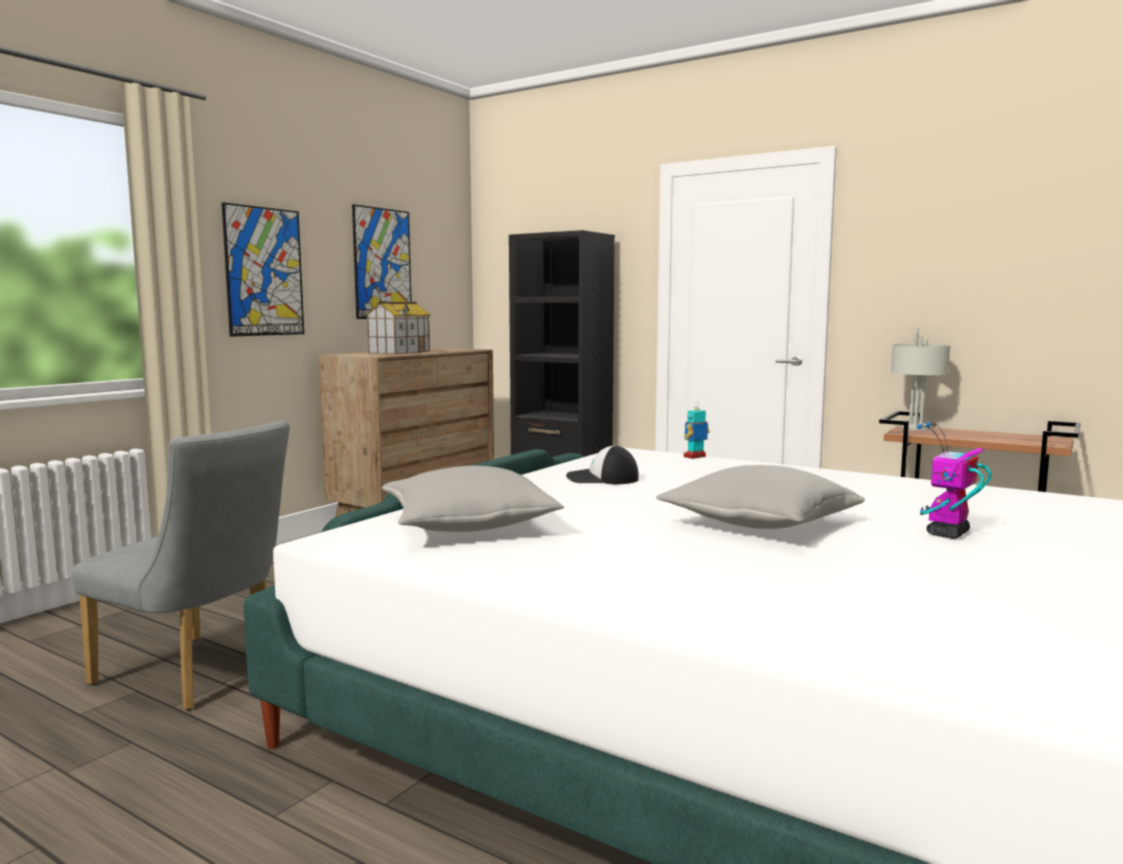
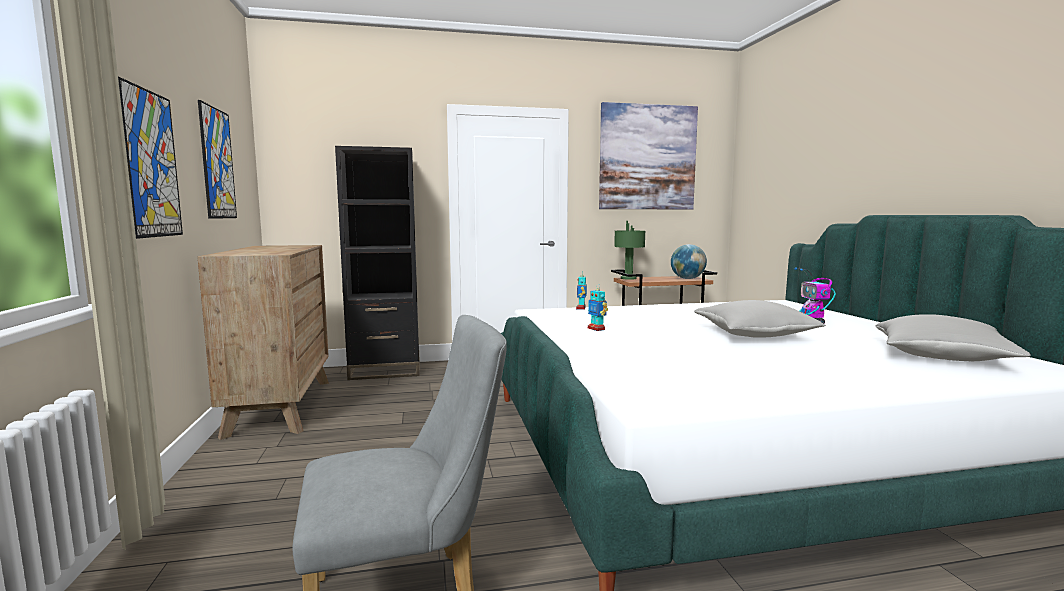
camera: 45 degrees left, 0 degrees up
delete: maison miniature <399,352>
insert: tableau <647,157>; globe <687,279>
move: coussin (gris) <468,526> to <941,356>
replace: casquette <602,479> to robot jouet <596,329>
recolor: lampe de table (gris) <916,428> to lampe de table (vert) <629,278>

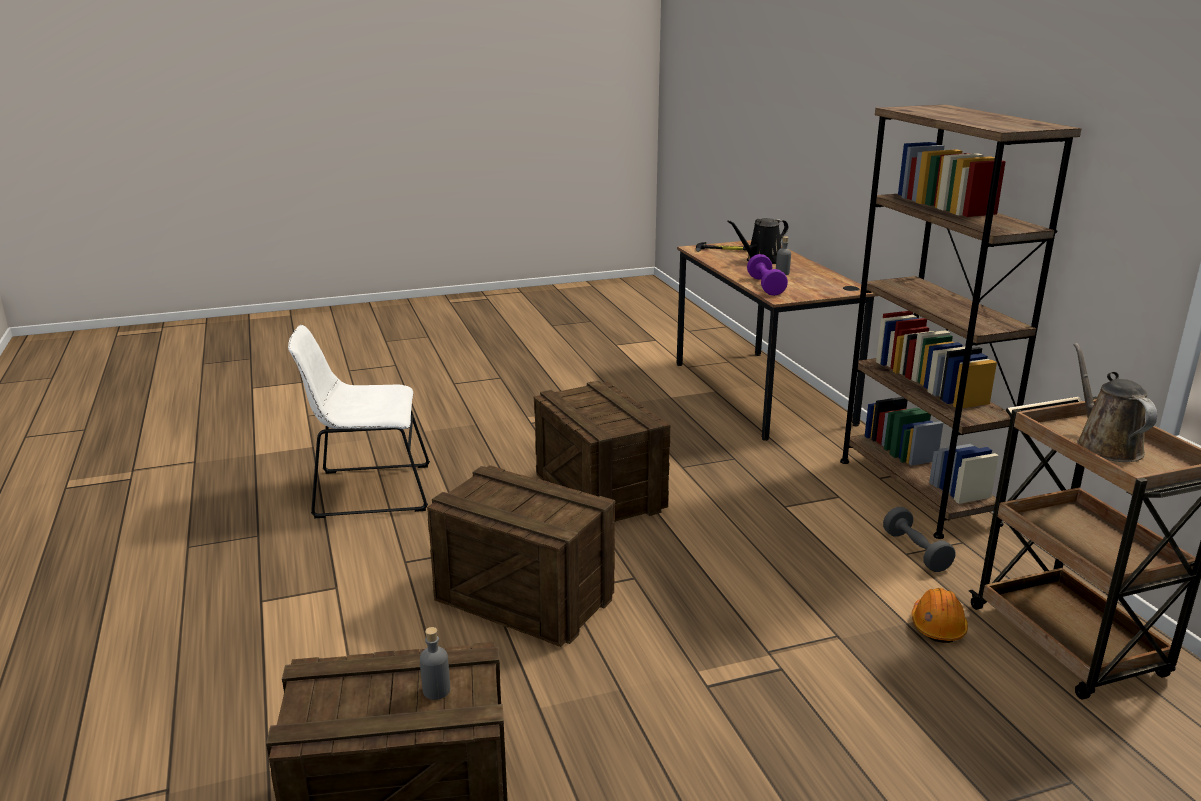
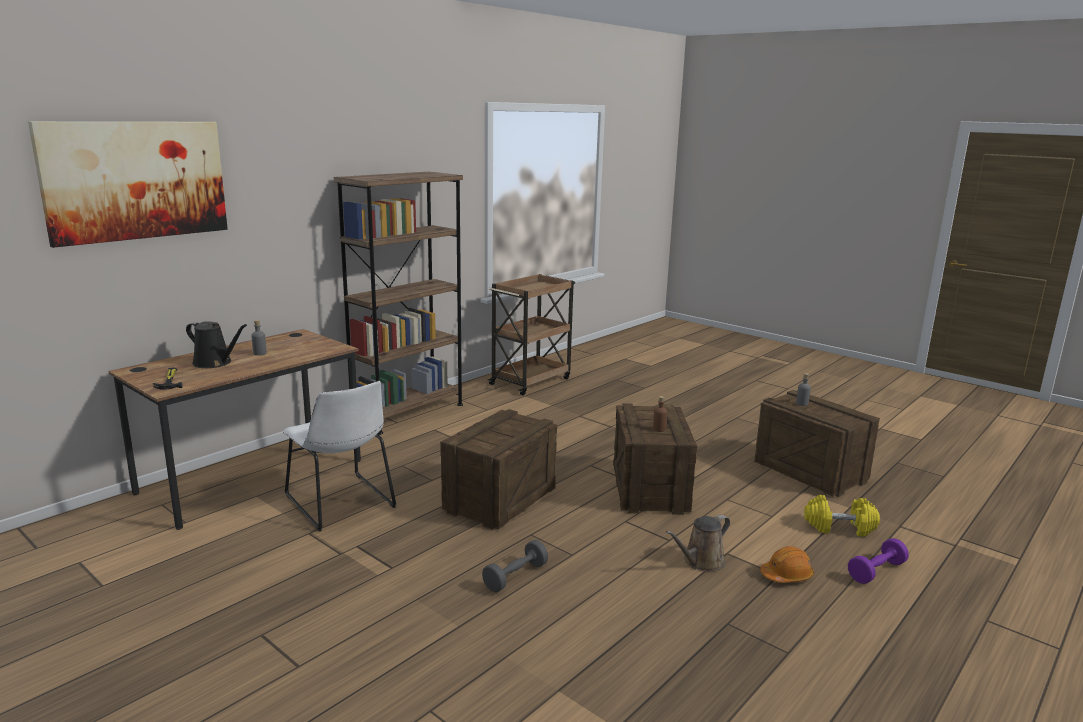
camera: 120 degrees left, 5 degrees down
insert: tableau <136,180>; bouteille (marron) <659,429>; haltère (jaune) <839,527>
move: chaise (blanc) <367,491> to <342,503>; haltère (gris) <916,551> to <515,576>; arrosoir (marron) <1105,445> to <701,562>; casque de chantier (orange) <937,626> to <786,575>; haltère (violet) <765,286> to <876,571>

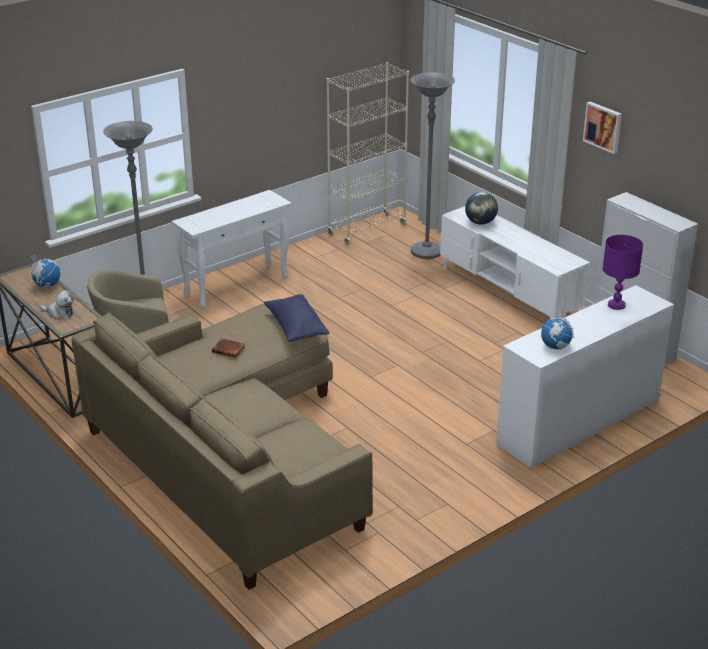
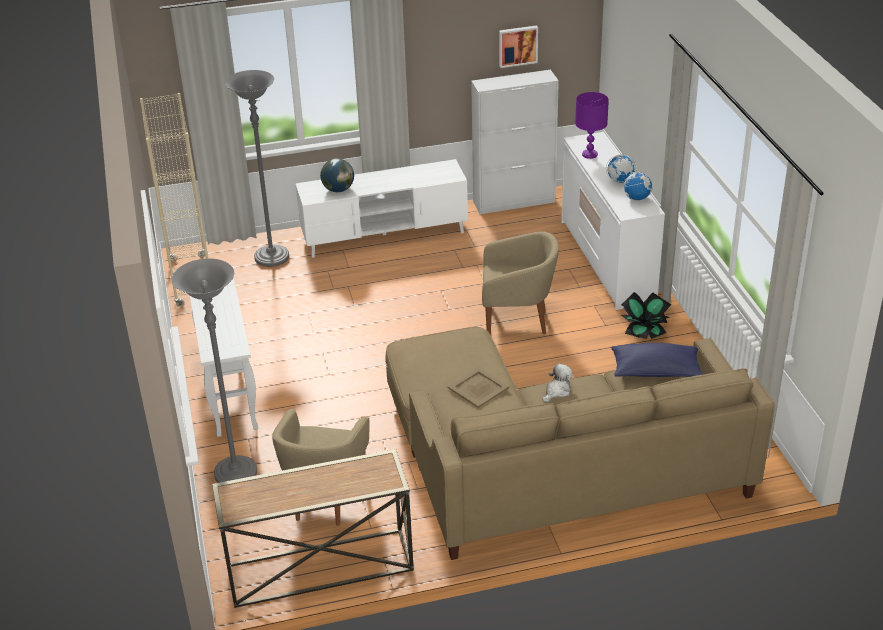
camera: 65 degrees left, 5 degrees up
insert: fauteuil (beige) <517,322>; plante en pot <644,333>
move: tableau <603,127> to <517,45>; peluche <59,313> to <557,391>; globe <47,285> to <620,181>; coussin (bleu) <296,327> to <655,371>
replace: livre (marron) <229,350> to plateau (beige) <478,387>

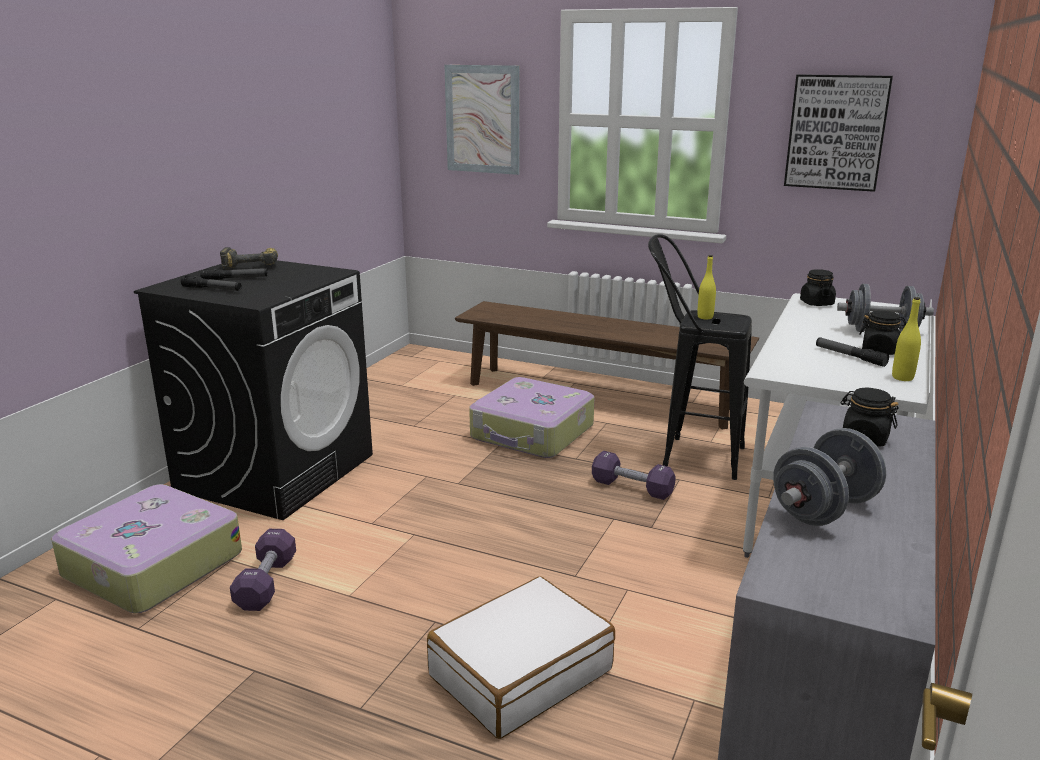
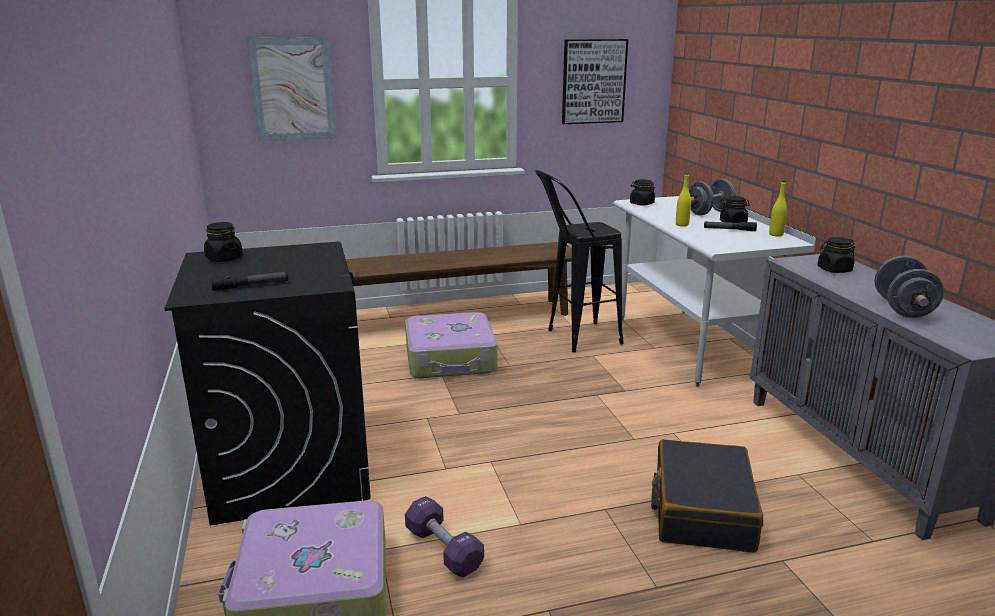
camera: 40 degrees left, 0 degrees up
delete: lampe de poche <235,279>; haltère (violet) <632,488>
move: bouteille (jaune) <705,317> to <682,225>
replace: perceuse <252,265> to bocal (noir) <224,258>
recolor: valise (blanc) <520,672> to valise (noir) <701,510>

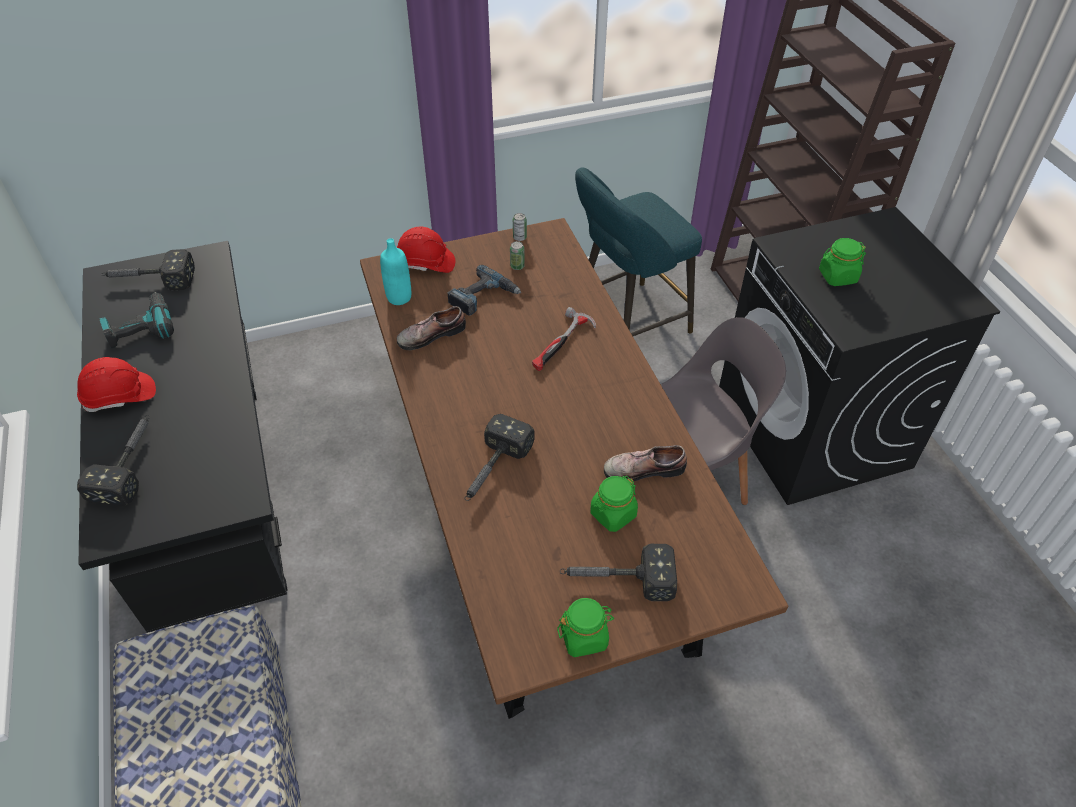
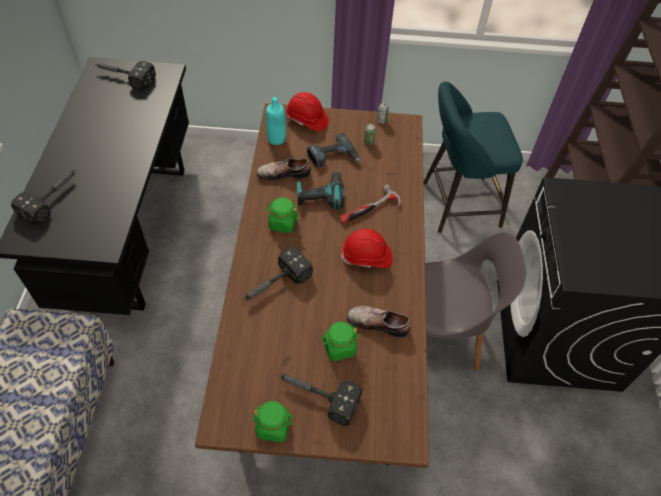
camera: 20 degrees right, 5 degrees up
move: bocal (vert) <837,276> to <282,223>; perceuse <141,328> to <320,194>; casque de chantier (rouge) <120,396> to <366,257>

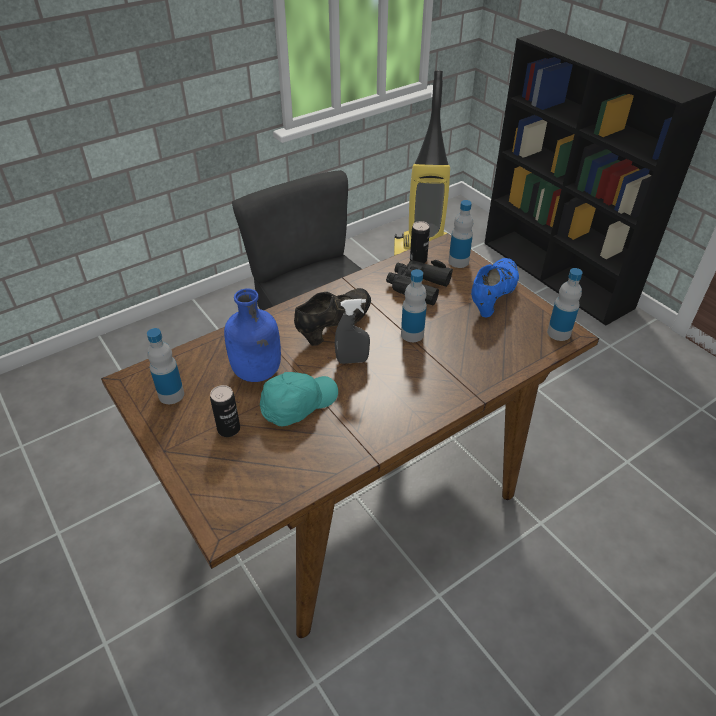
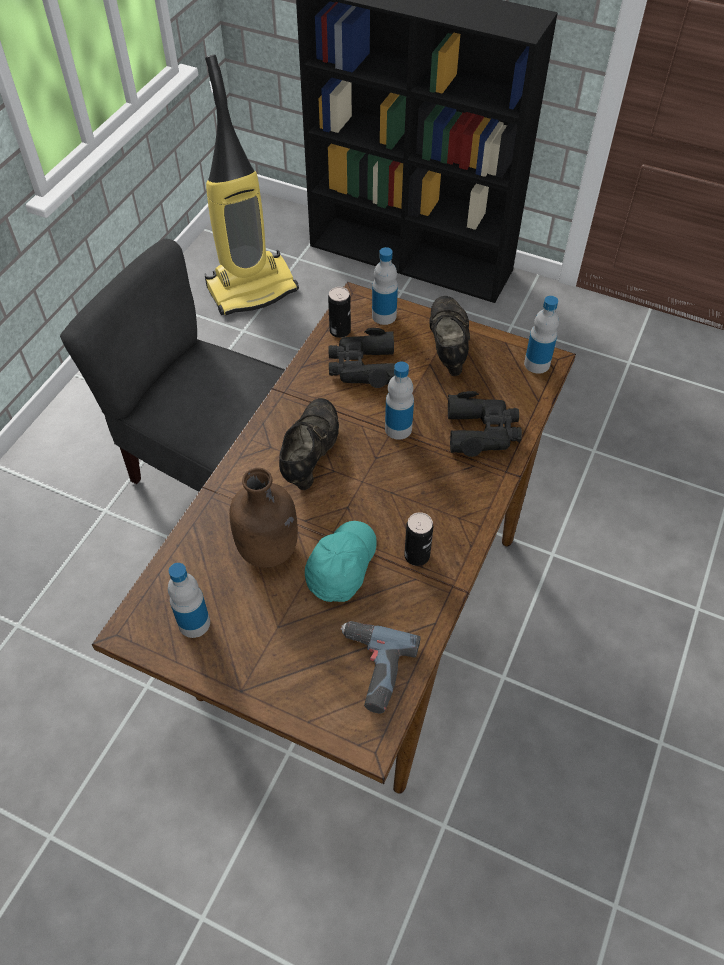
camera: 30 degrees left, 10 degrees up
delete: vaporisateur (gris) <352,360>
insert: perceuse <371,669>; jumelles (noir) <482,431>
move: boîte métallique <229,429> to <417,555>
recolor: bouteille (bleu) <257,372> to bouteille (marron) <269,550>; chaussure (bleu) <492,297> to chaussure (noir) <447,347>

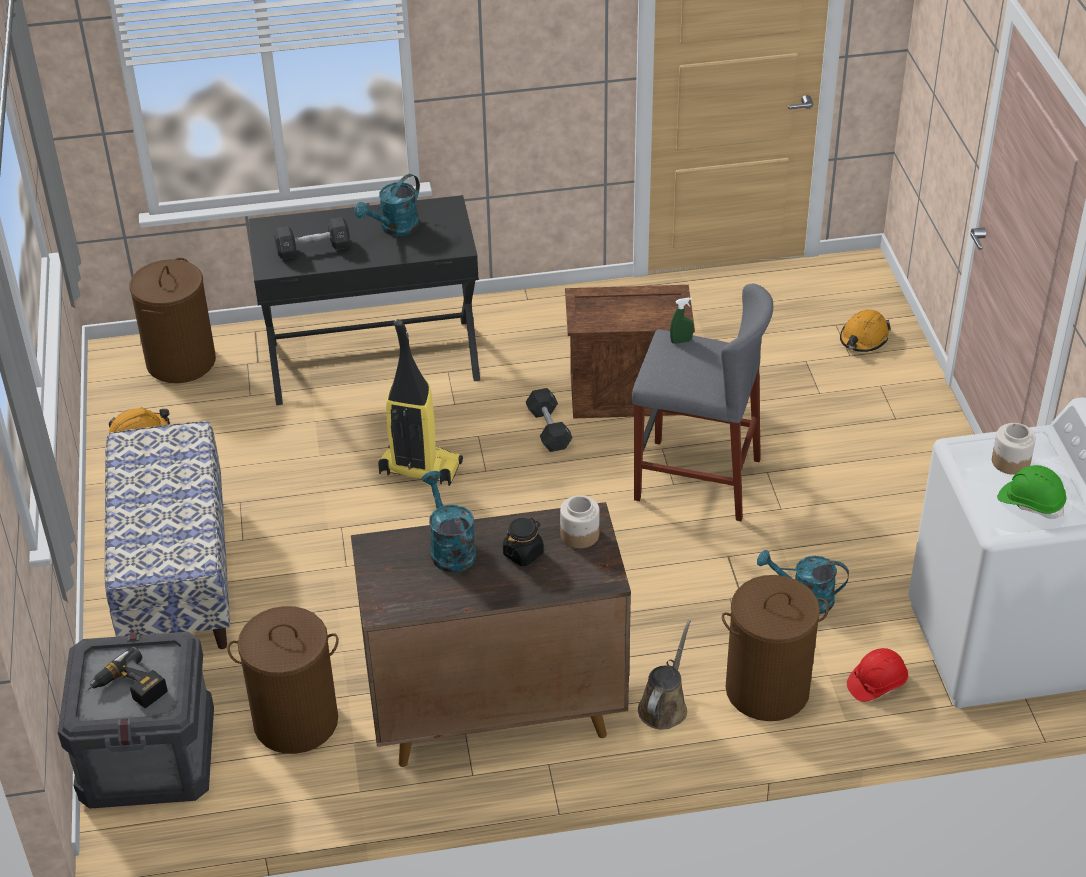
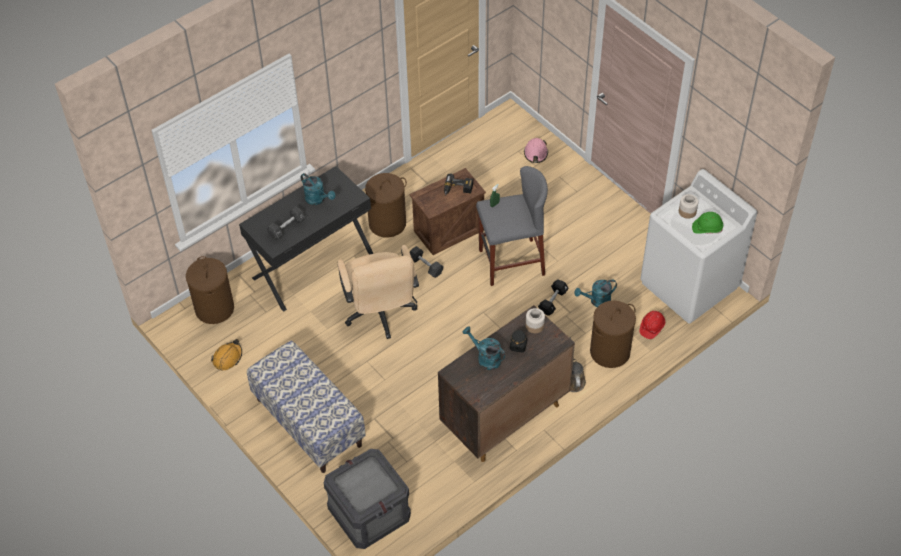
camera: 30 degrees left, 10 degrees up
insert: haltère (noir) <553,301>
move: panier à linge (marron) <295,721> to <387,223>; perceuse <129,689> to <457,189>
replace: aspirateur <419,469> to chaise de bureau (beige) <380,314>
recolor: casque de chantier (orange) <863,338> to casque de chantier (rose) <535,153>
rotate: arrosoir (turquoise) <394,229> = <318,199> 60 degrees counterclockwise

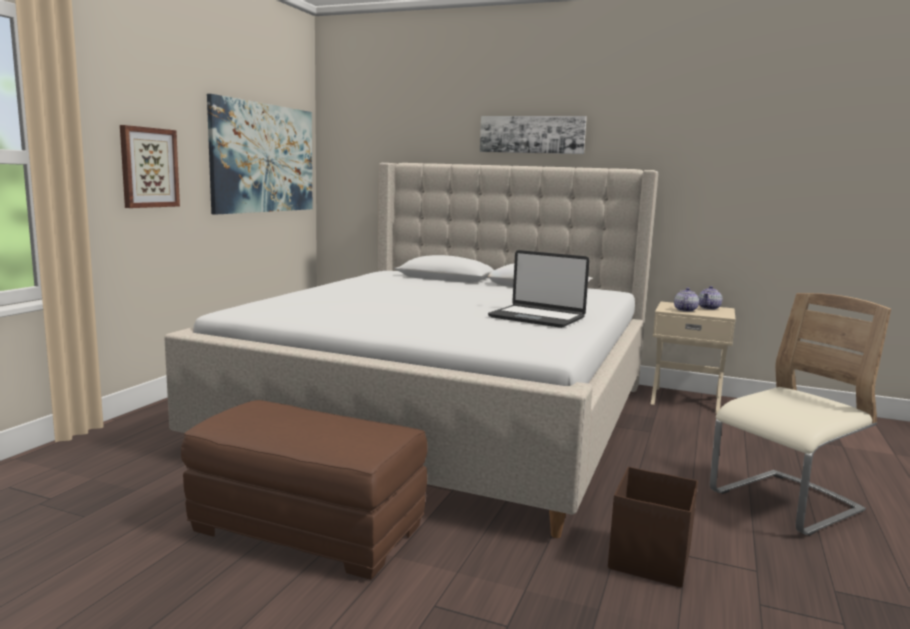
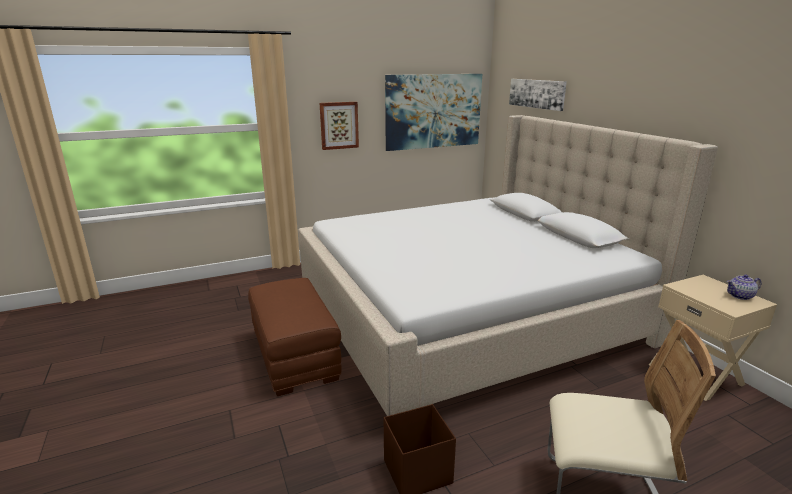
camera: 45 degrees right, 10 degrees up
delete: ordinateur portable <537,317>; théière <685,310>
move: tableau <532,134> to <537,93>

